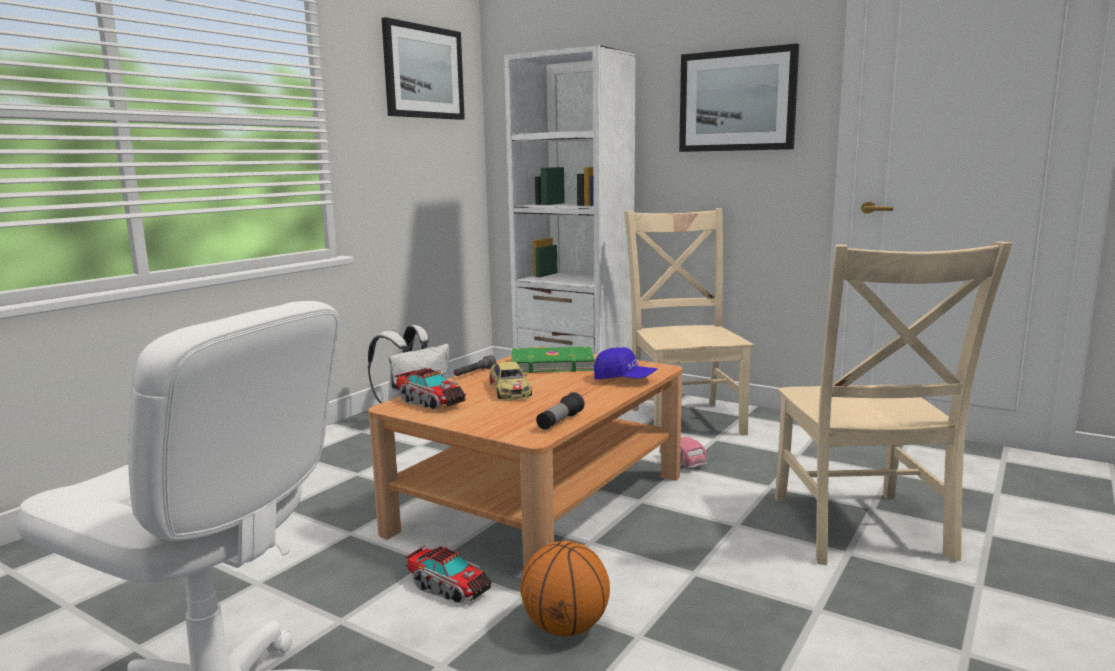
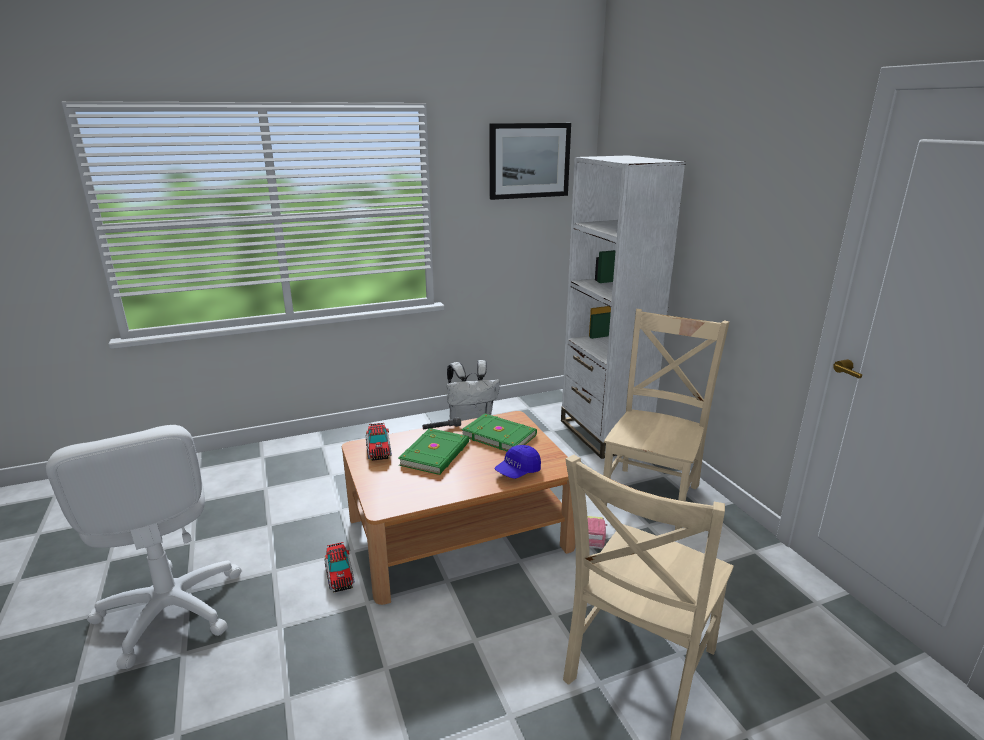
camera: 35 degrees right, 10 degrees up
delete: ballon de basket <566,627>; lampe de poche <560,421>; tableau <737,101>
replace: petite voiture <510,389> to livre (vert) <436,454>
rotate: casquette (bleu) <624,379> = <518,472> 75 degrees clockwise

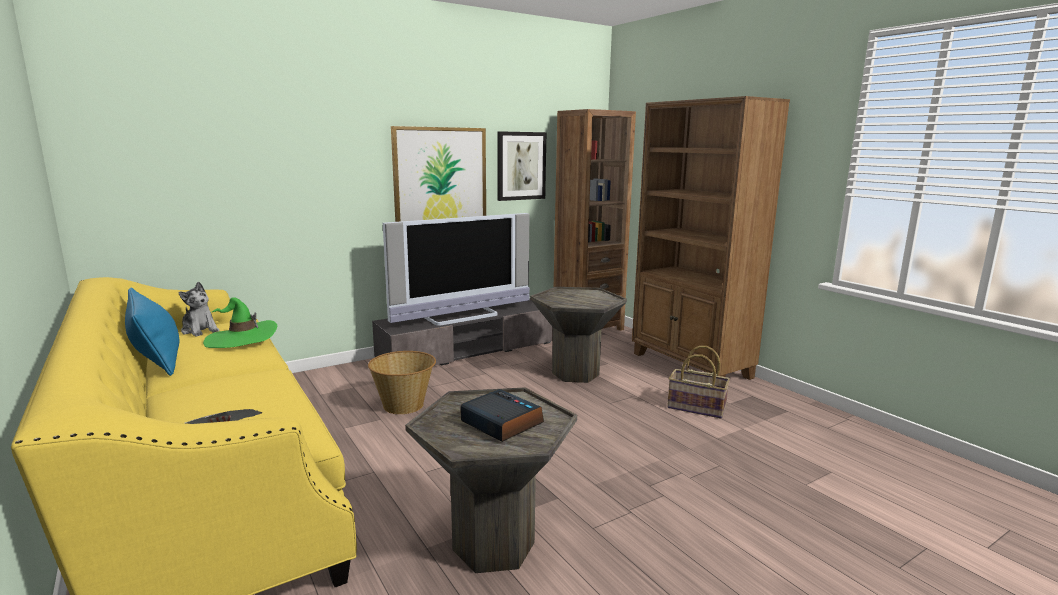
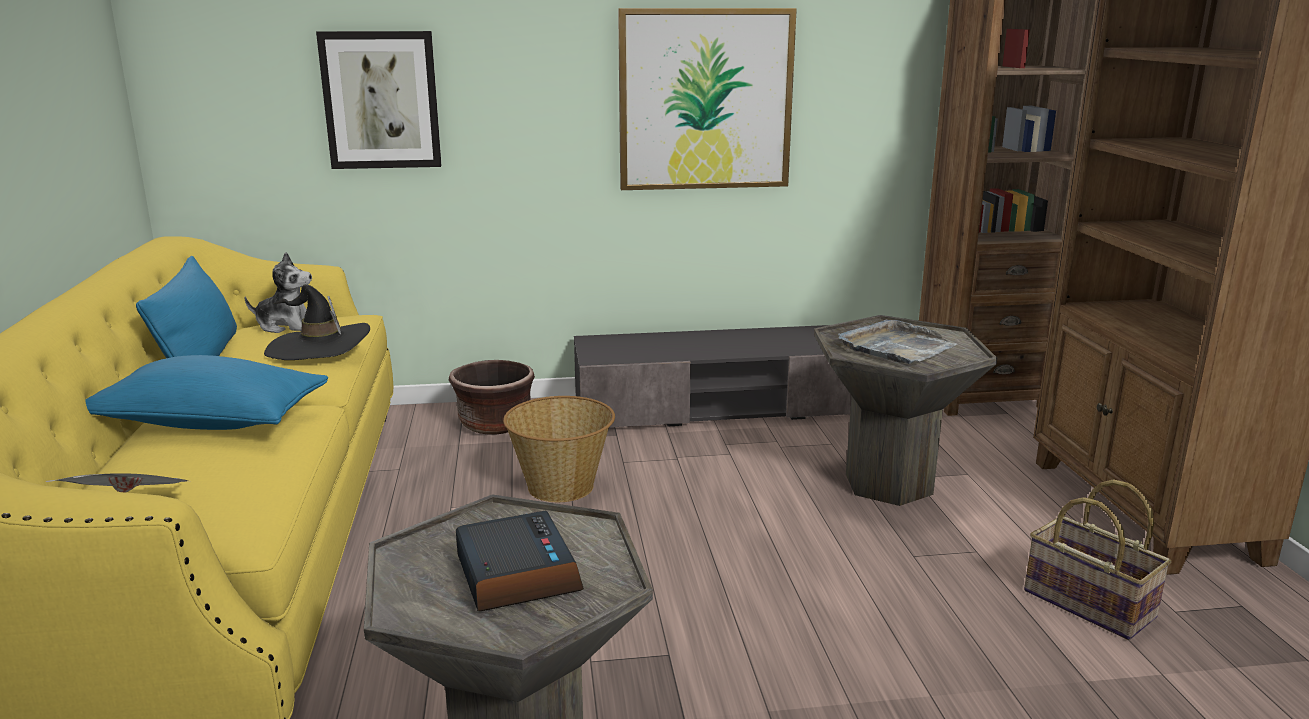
camera: 25 degrees right, 5 degrees up
delete: téléviseur <463,316>
insert: coussin (bleu) <211,422>; cache-pot (marron) <495,424>; plateau (gris) <896,347>
move: tableau <521,166> to <381,100>
recolor: chapeau (vert) <241,339> to chapeau (noir) <318,348>
rotate: peluche <200,330> = <286,326> 60 degrees counterclockwise

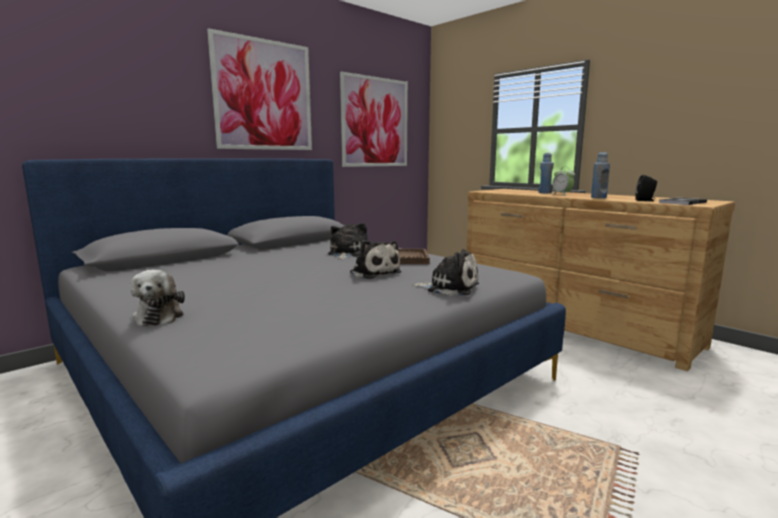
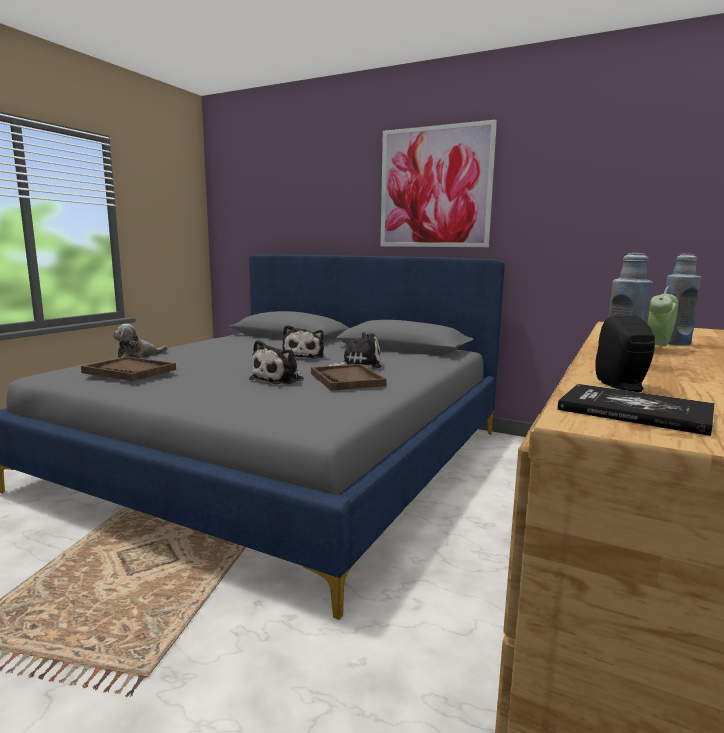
camera: 70 degrees right, 0 degrees up
delete: tableau <375,122>
insert: plateau (marron) <130,371>
move: peluche <449,288> to <304,356>

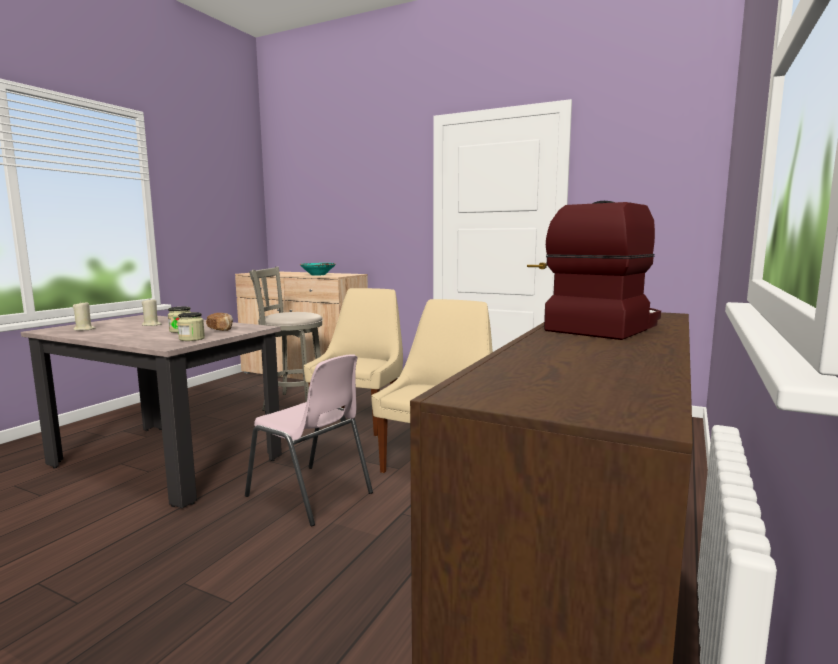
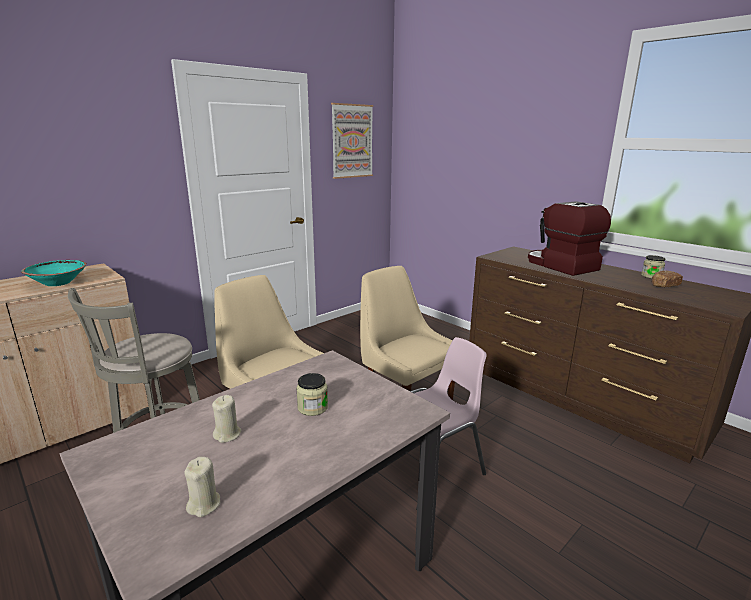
camera: 70 degrees left, 10 degrees up
insert: tableau <352,141>
move: bocal <192,339> to <651,276>; pain <221,329> to <664,286>

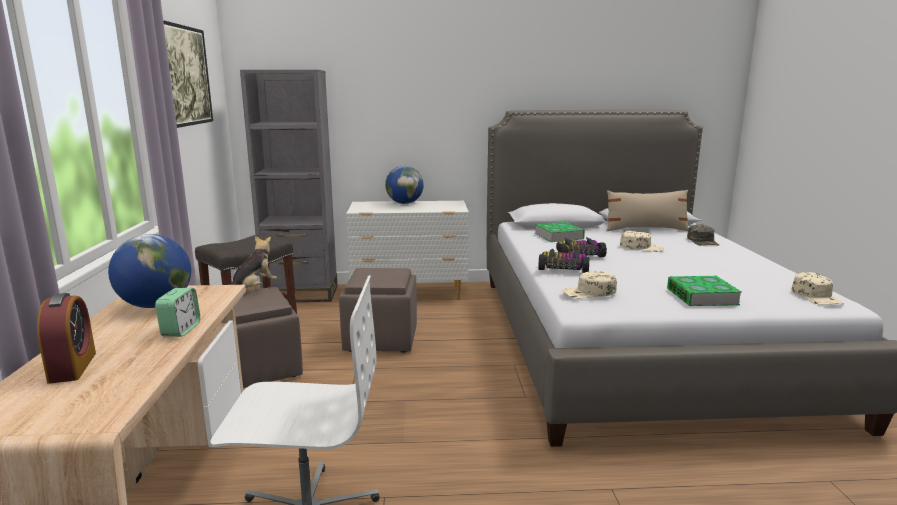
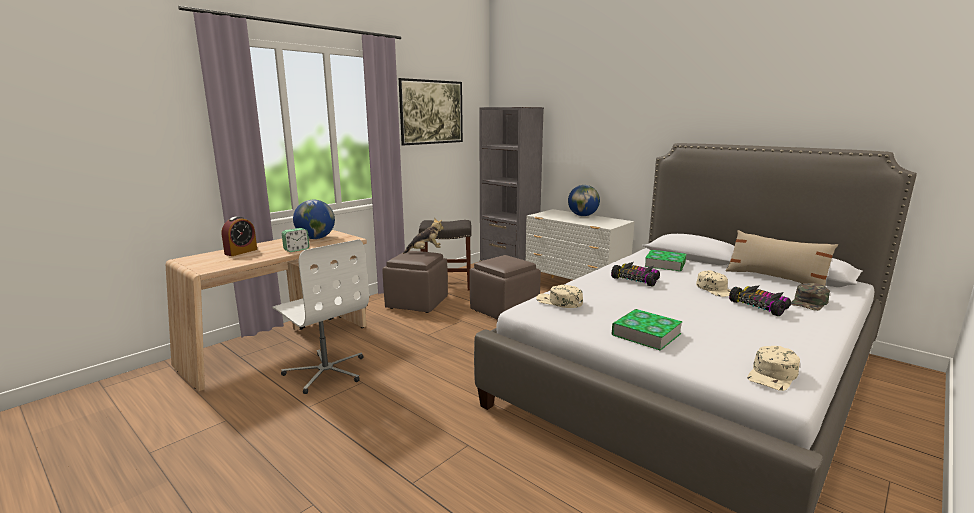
camera: 45 degrees right, 0 degrees up
move: petite voiture <563,268> to <760,306>

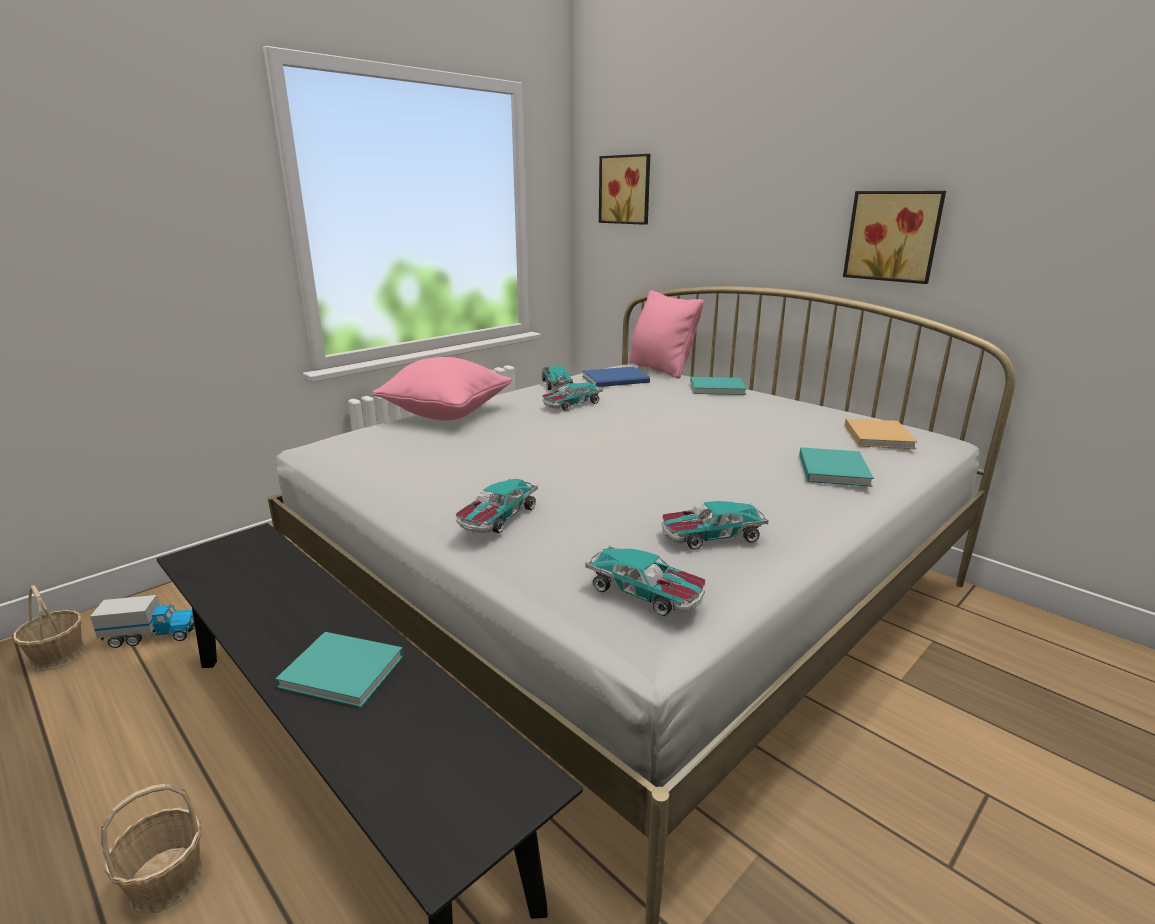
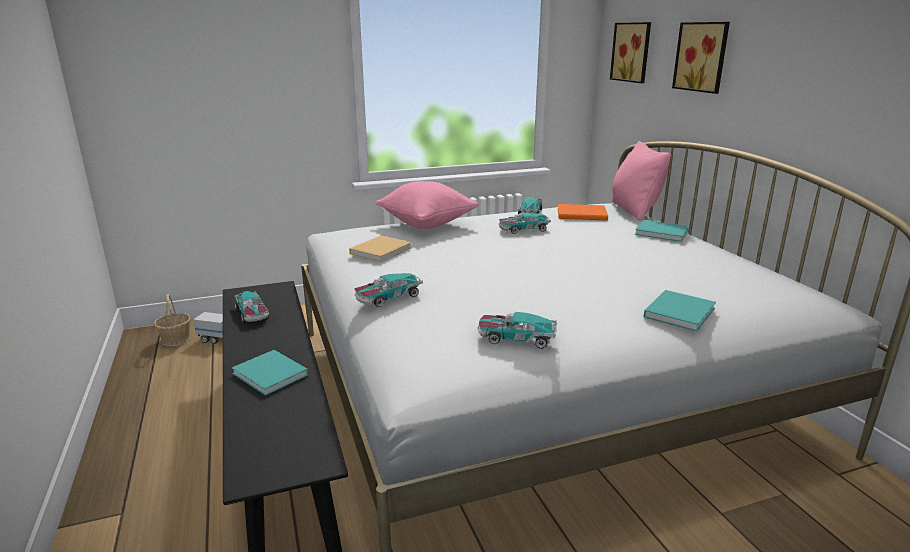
camera: 25 degrees right, 0 degrees up
delete: panier <166,880>
move: petite voiture <645,592> to <252,313>; livre (beige) <877,436> to <382,250>; tableau <893,236> to <703,57>
recolor: livre (bleu) <617,379> to livre (orange) <583,214>

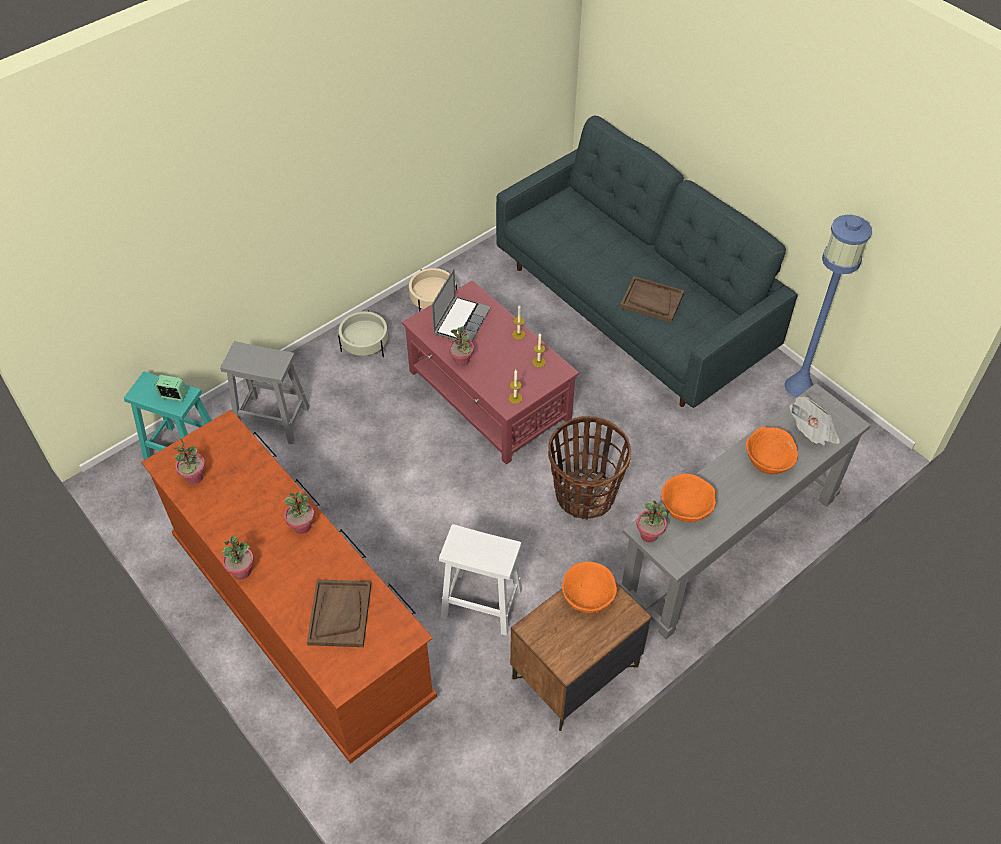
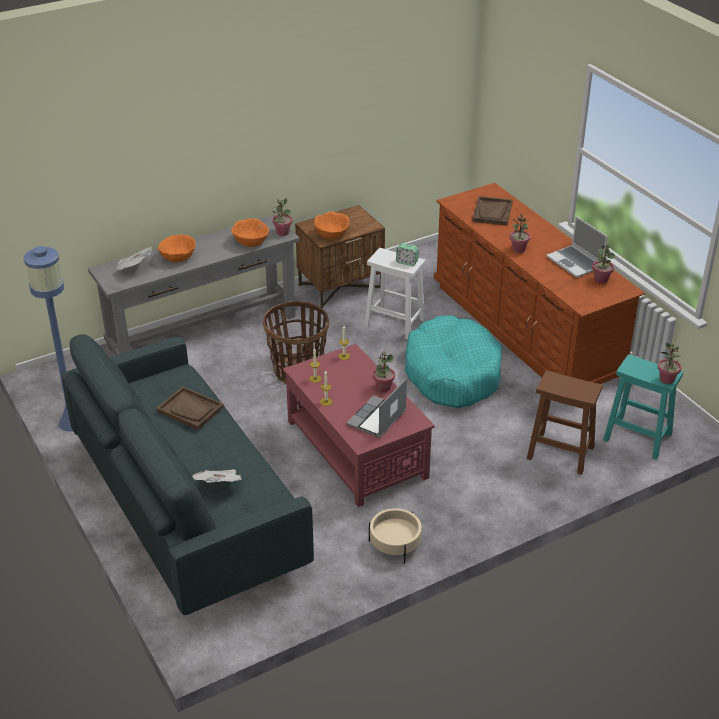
camera: 170 degrees left, 15 degrees down
delete: cache-pot (beige) <365,345>
insert: journal <220,485>; panier pour chien (turquoise) <452,373>; ordinateur portable <575,263>
move: réveil <173,396> to <407,262>; plante en pot <242,571> to <666,380>
recolor: tabouret (gris) <271,419> to tabouret (marron) <561,453>

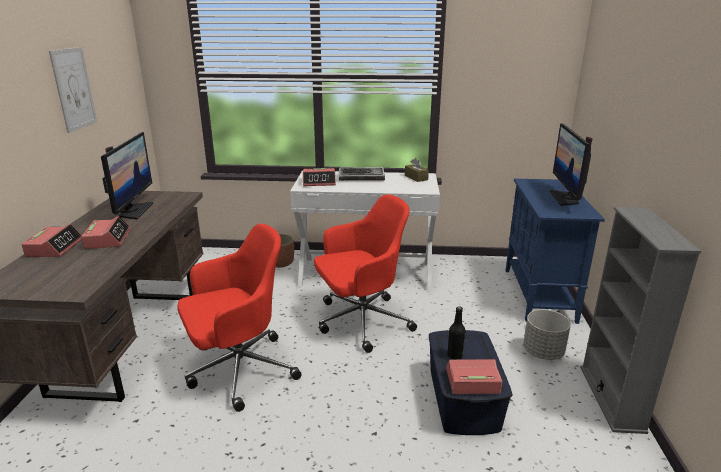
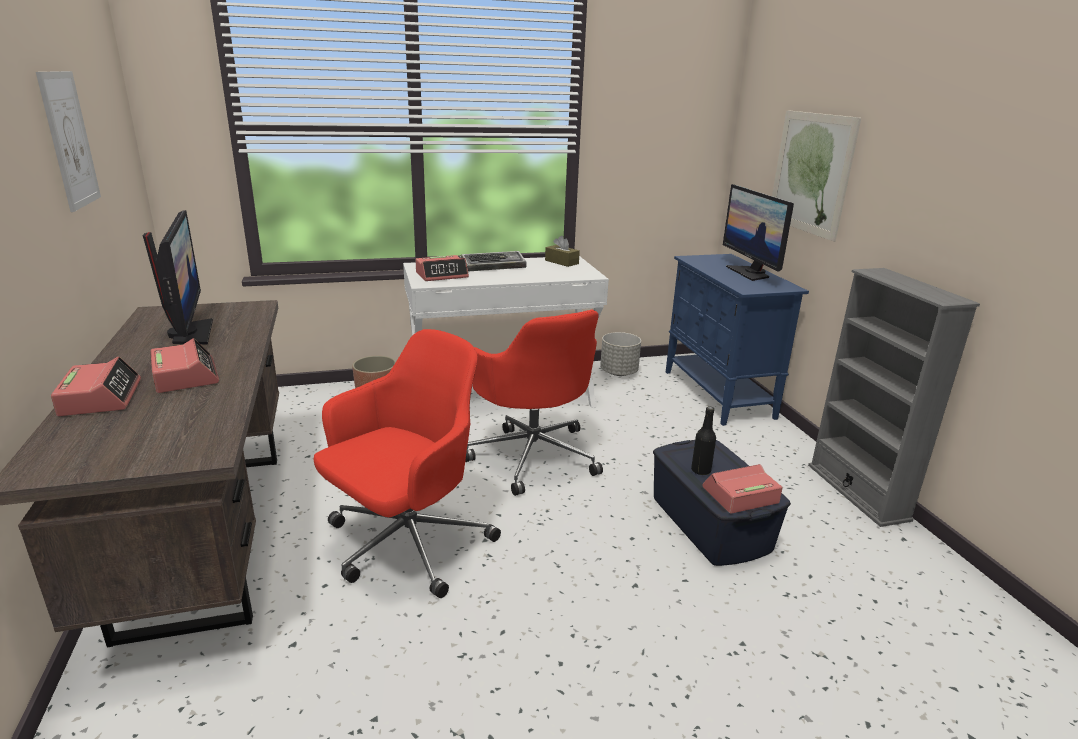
camera: 20 degrees left, 0 degrees up
insert: tableau <811,173>
move: cache-pot (gris) <543,352> to <619,372>
rotate: chaise de bureau (rouge) <361,321> = <533,455> 105 degrees clockwise

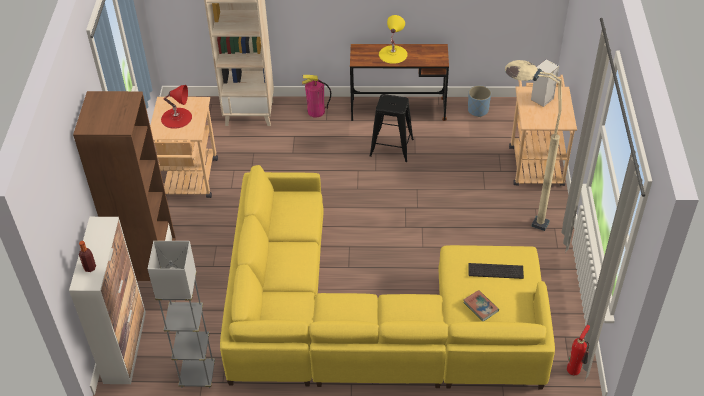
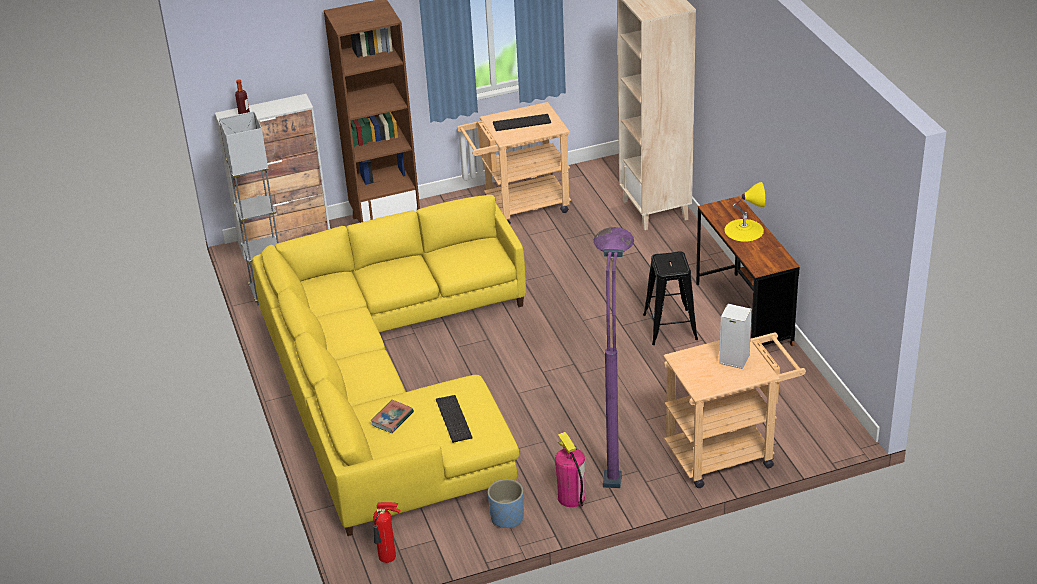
camera: 70 degrees right, 10 degrees down
move: cache-pot (bleu) <478,110> to <507,518>; extincteur <316,111> to <571,497>
replace: lampe de table (rouge) <176,118> to clavier <522,122>
recolor: lampadaire (beige) <513,214> to lampadaire (violet) <615,454>

